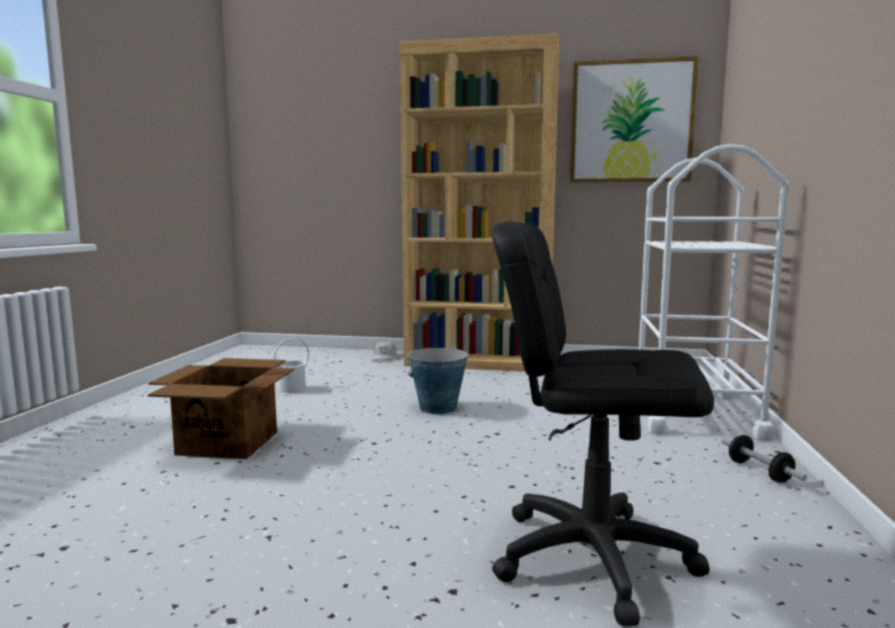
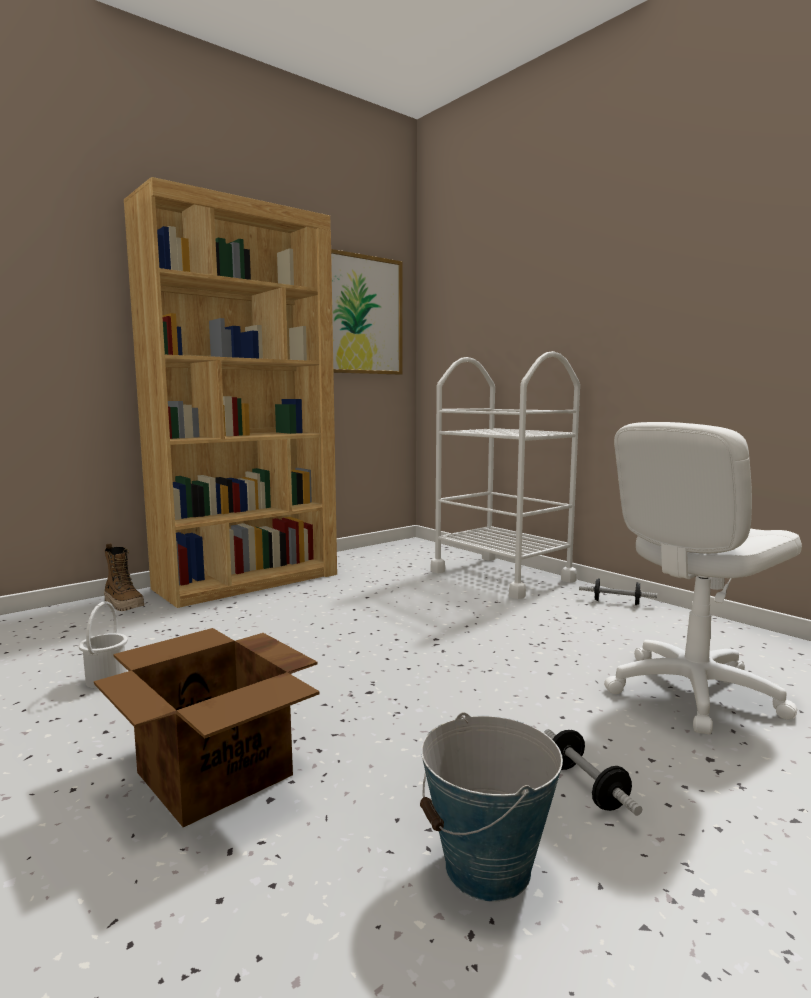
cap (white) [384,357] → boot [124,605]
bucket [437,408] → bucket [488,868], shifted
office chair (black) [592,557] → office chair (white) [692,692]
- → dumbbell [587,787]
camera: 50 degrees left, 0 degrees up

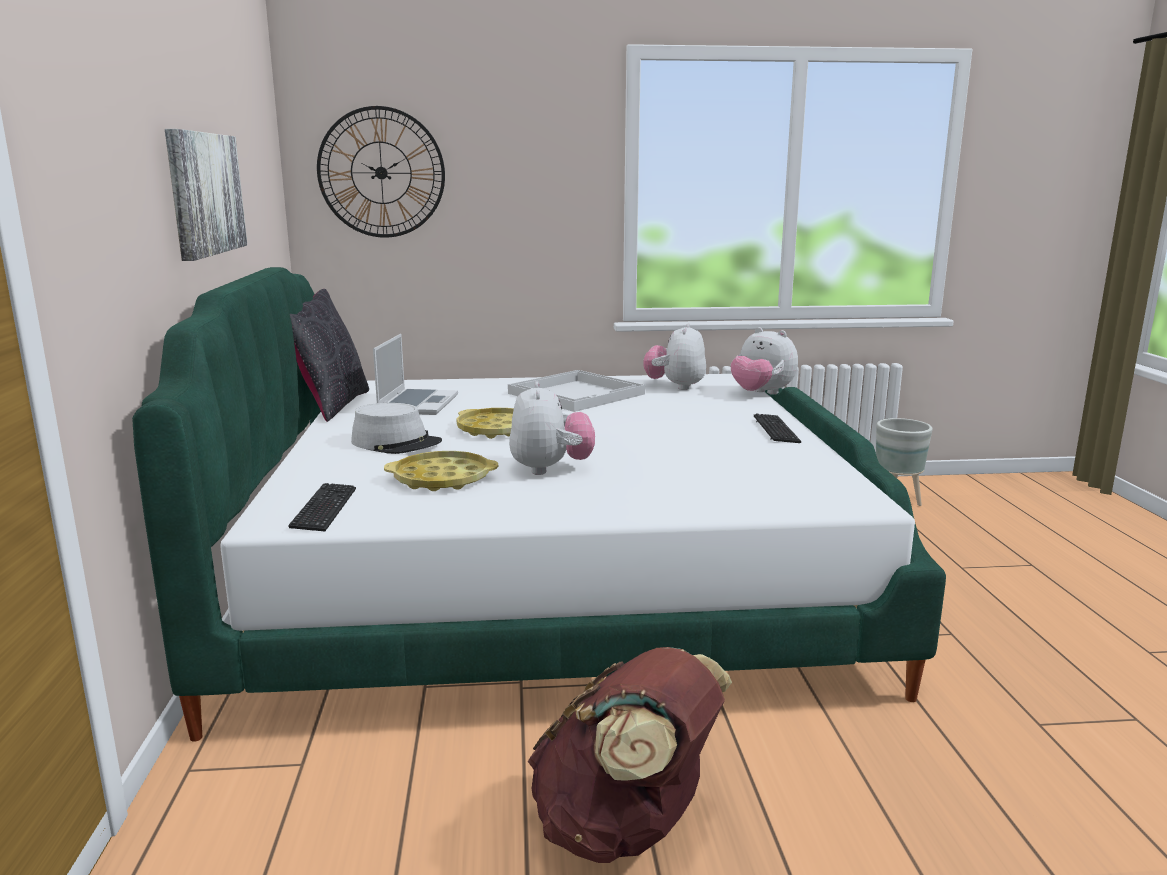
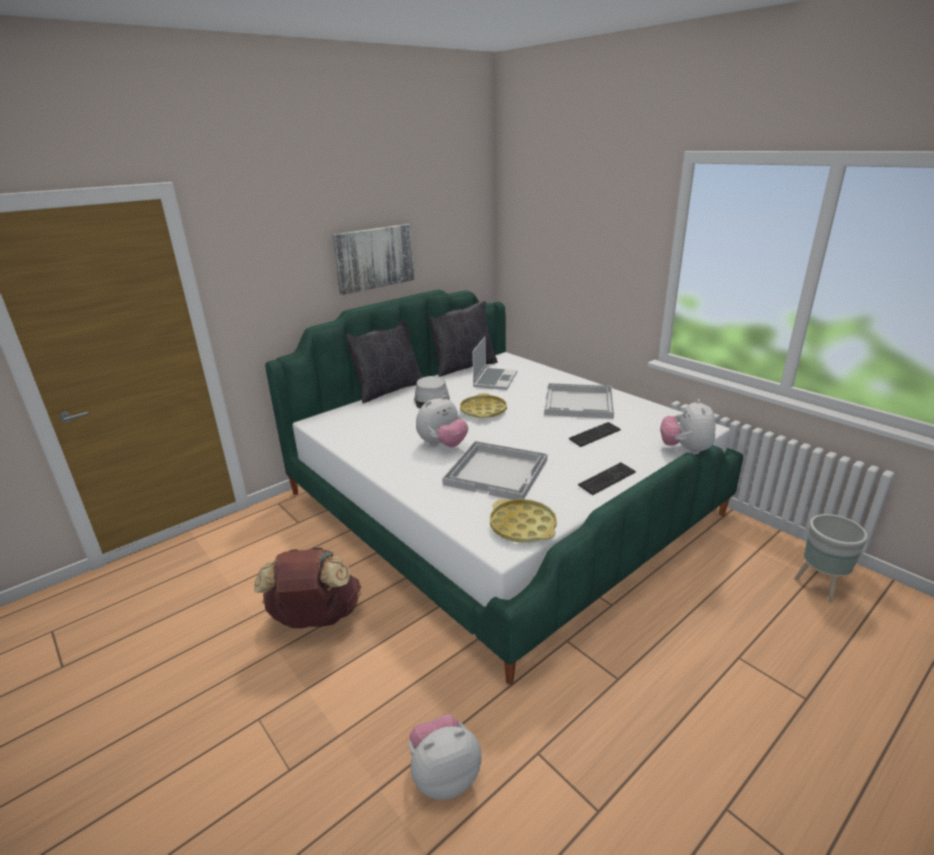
keyboard [324,509] → keyboard [594,435], shifted
wall clock [381,173] → -
laptop [417,404] → laptop [494,379], 45 degrees counterclockwise
tray (yellow) [442,479] → tray (yellow) [522,526], shifted
plush toy [675,386] → plush toy [444,775], shifted
- → pillow (black) [388,389]
- → tray (white) [497,472]
camera: 55 degrees right, 10 degrees up

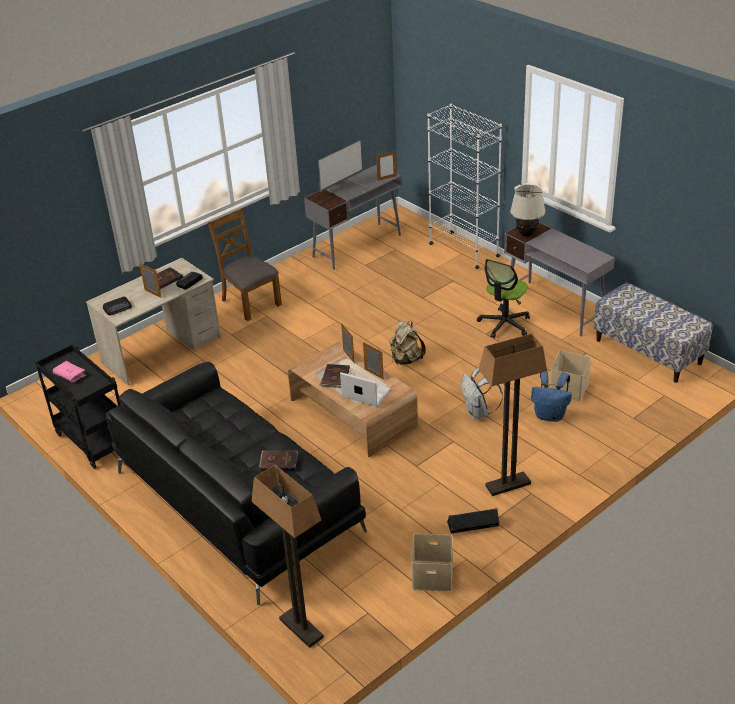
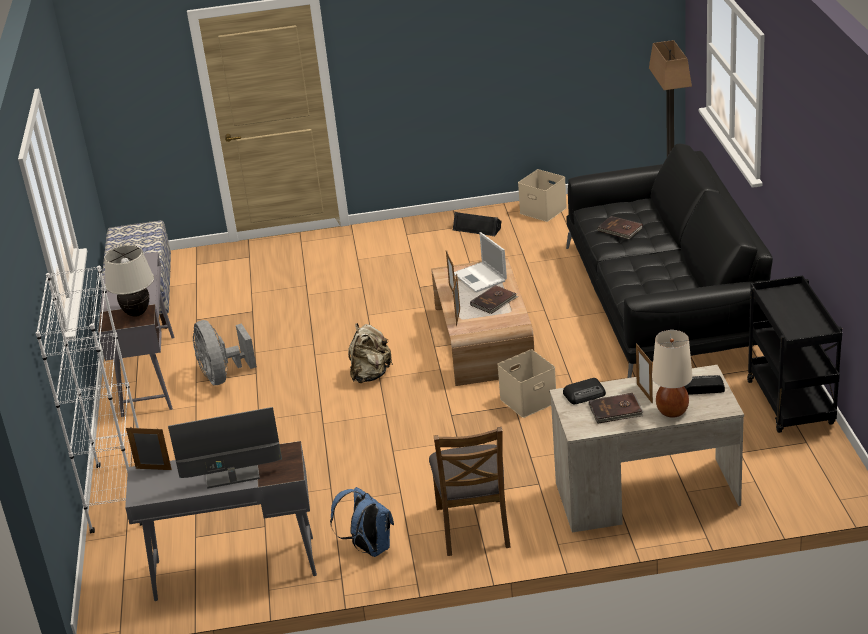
book (pink) [70,375] → -
backpack (white) [478,413] → -
office chair [504,324] → fan (grey) [223,376]
floor lamp [508,485] → -
backpack (blue) [550,415] → backpack (blue) [369,548], shifted
storage box (beige) [568,388] → storage box (beige) [528,401], shifted
- → table lamp (beige) [672,411]
camera: 145 degrees left, 5 degrees down

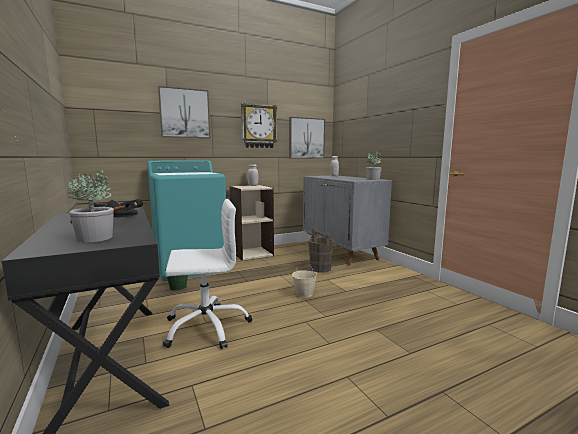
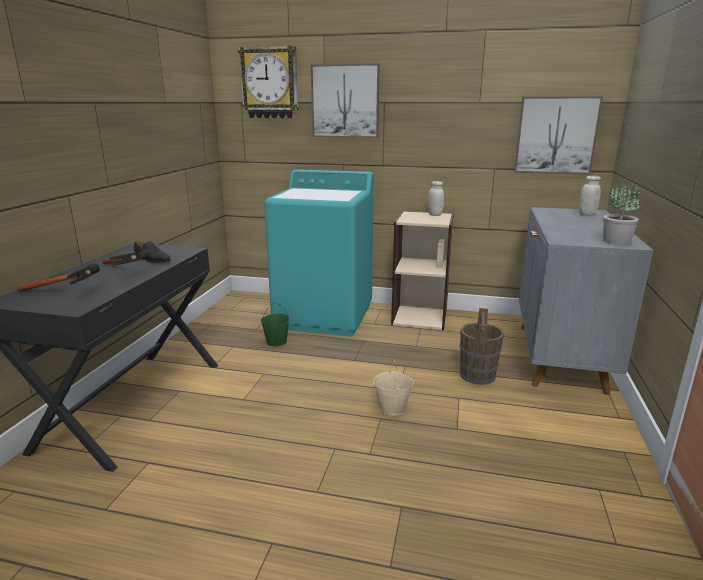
potted plant [95,238] → hammer [67,293]
office chair (white) [206,326] → -
wall clock [258,126] → wall clock [270,83], shifted
camera: 40 degrees right, 10 degrees up

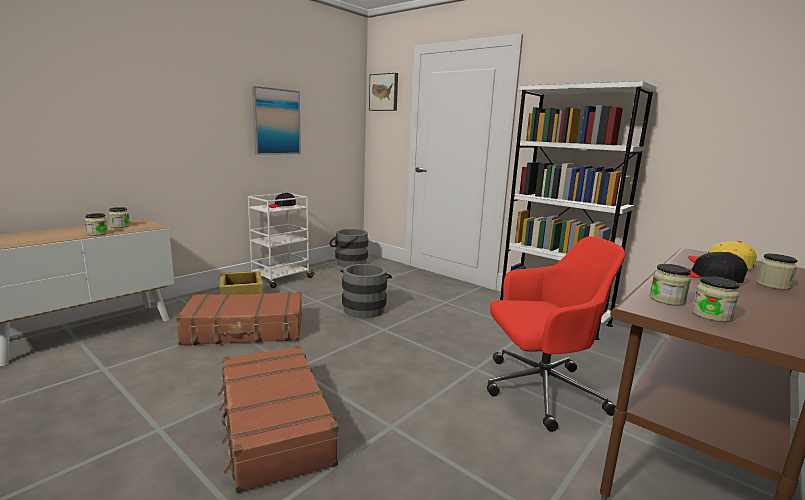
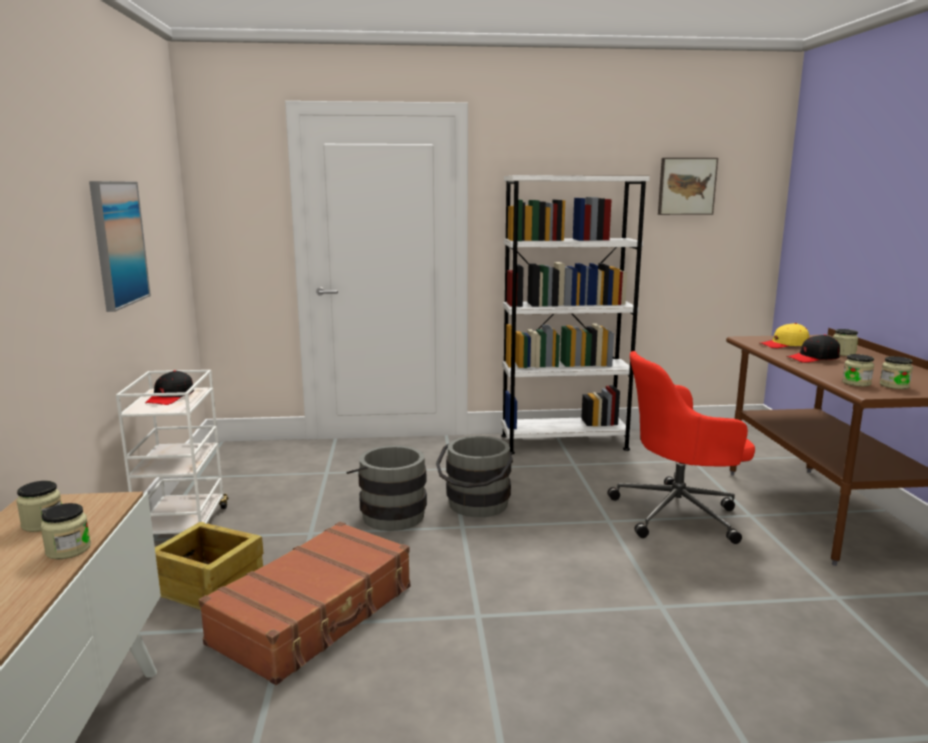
suitcase (brown) [273,425] → -
bucket (grey) [348,262] → bucket (grey) [476,506], shifted
picture [384,92] → picture [686,186], shifted
office chair (red) [539,390] → office chair (red) [678,513], 135 degrees counterclockwise
camera: 45 degrees left, 0 degrees up

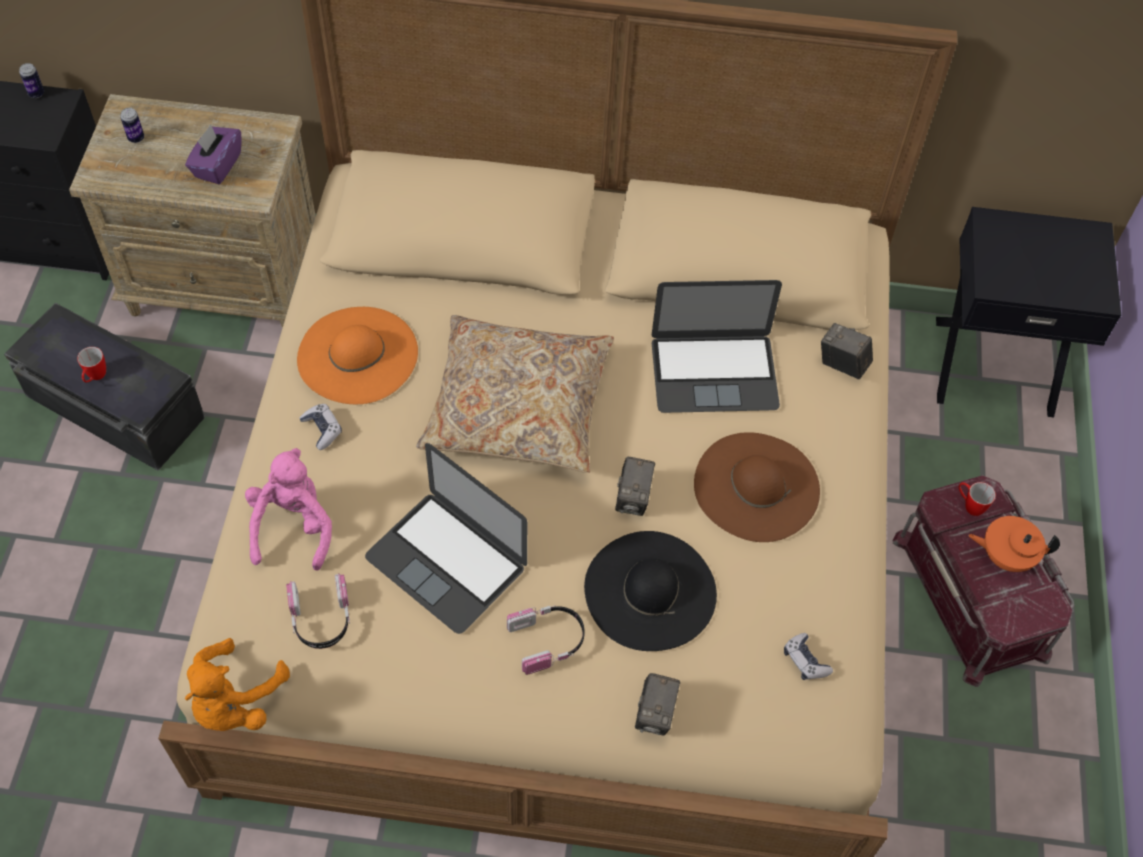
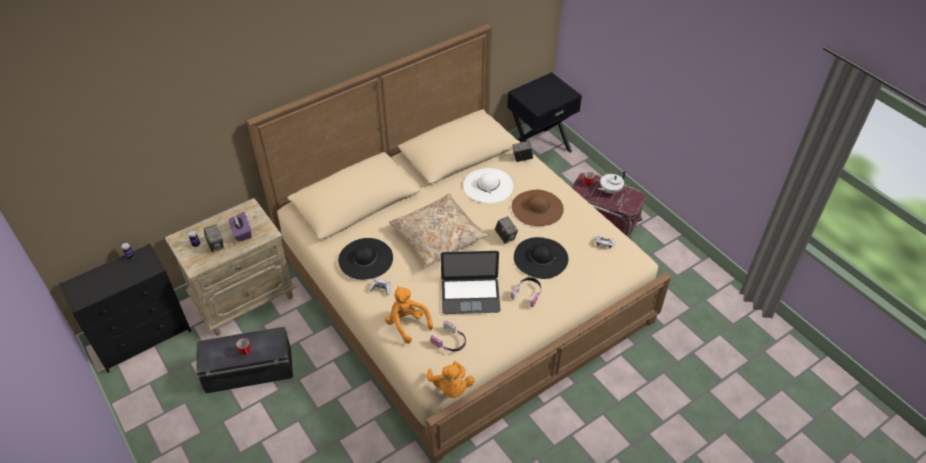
plush toy (pink) [293,526] → plush toy (orange) [407,323]
hat (orange) [357,355] → hat (black) [365,259]
photo camera [655,714] → photo camera [216,245], shifted
laptop [714,373] → hat (white) [488,185]
teapot (orange) [1005,555] → teapot (white) [610,190]
camera: 40 degrees left, 10 degrees down

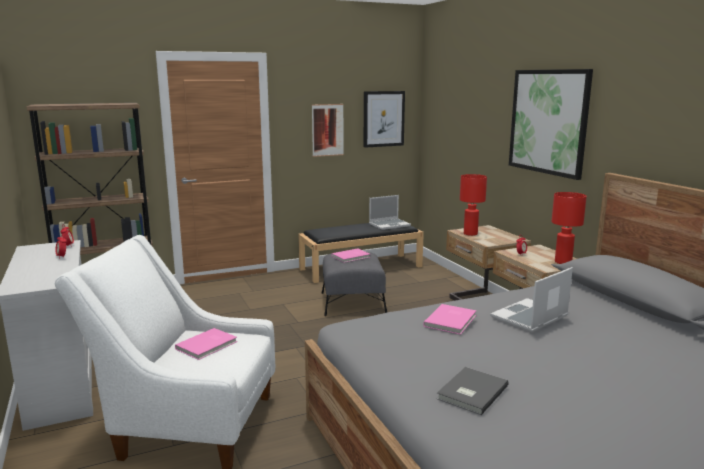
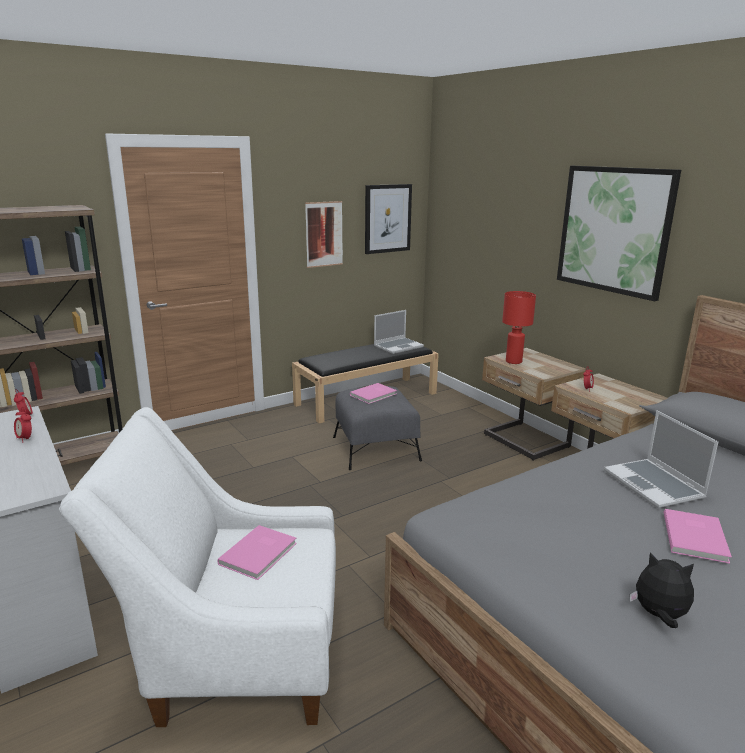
book (pink) [452,320] → book (pink) [696,537], shifted
book (grey) [470,392] → plush toy [659,616]
laptop [529,317] → laptop [655,485], 60 degrees counterclockwise
table lamp (red) [563,262] → -
camera: 10 degrees left, 5 degrees up

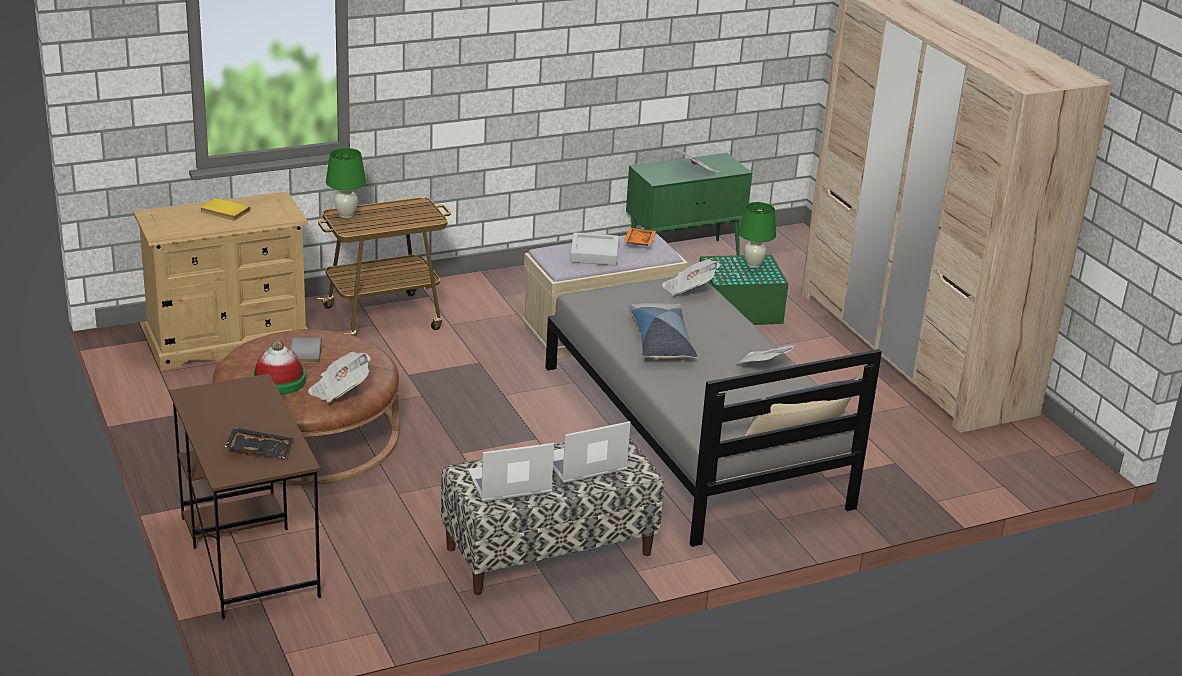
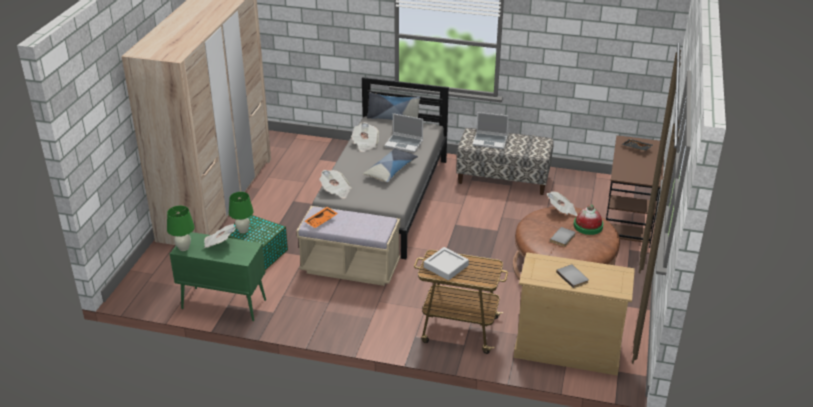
book (yellow) [224,212] → book (grey) [573,277]
table lamp (green) [346,215] → table lamp (green) [183,248], shifted
laptop [509,484] → laptop [404,144], shifted
tray (grey) [594,254] → tray (grey) [446,266], shifted
camera: 140 degrees left, 5 degrees up

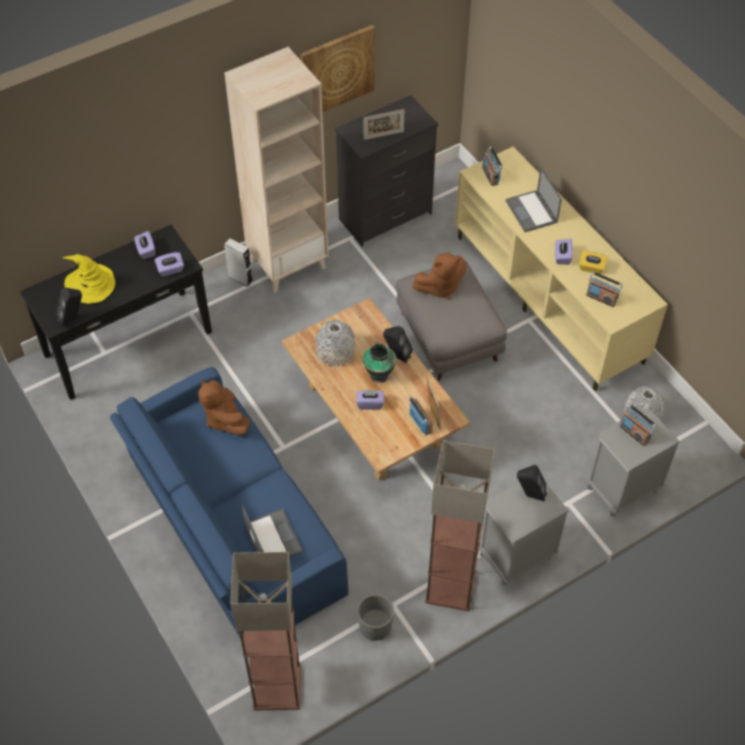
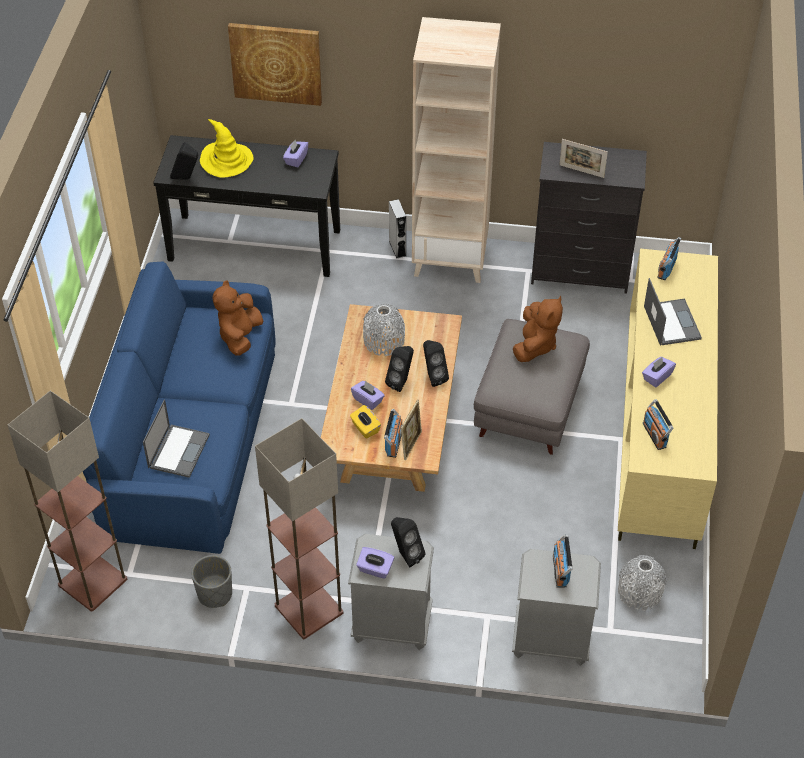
tissue box (purple) [170,270] → tissue box (purple) [375,569], shifted
picture [337,71] → picture [276,63], shifted
vase [379,374] → speaker (black) [401,382]
plush toy (brown) [440,287] → plush toy (brown) [535,345], 90 degrees counterclockwise
laptop [532,212] → laptop [671,322], 150 degrees clockwise
tissue box (yellow) [591,268] → tissue box (yellow) [365,428], shifted
camera: 40 degrees right, 5 degrees down

